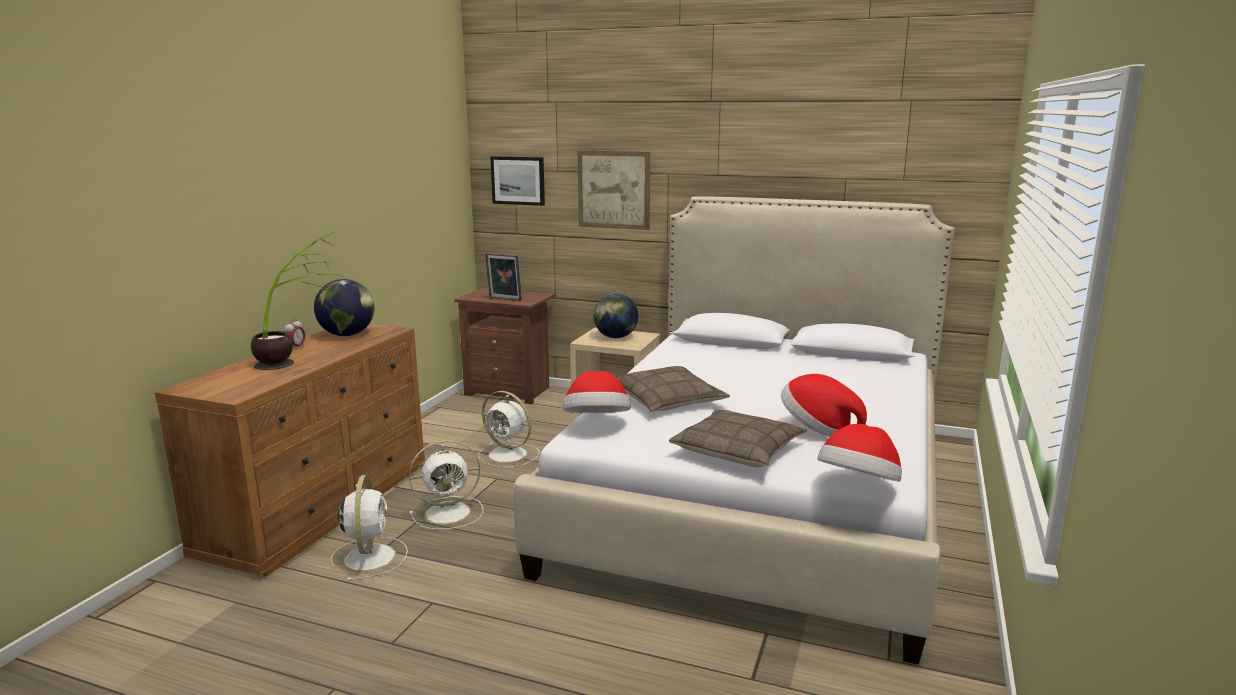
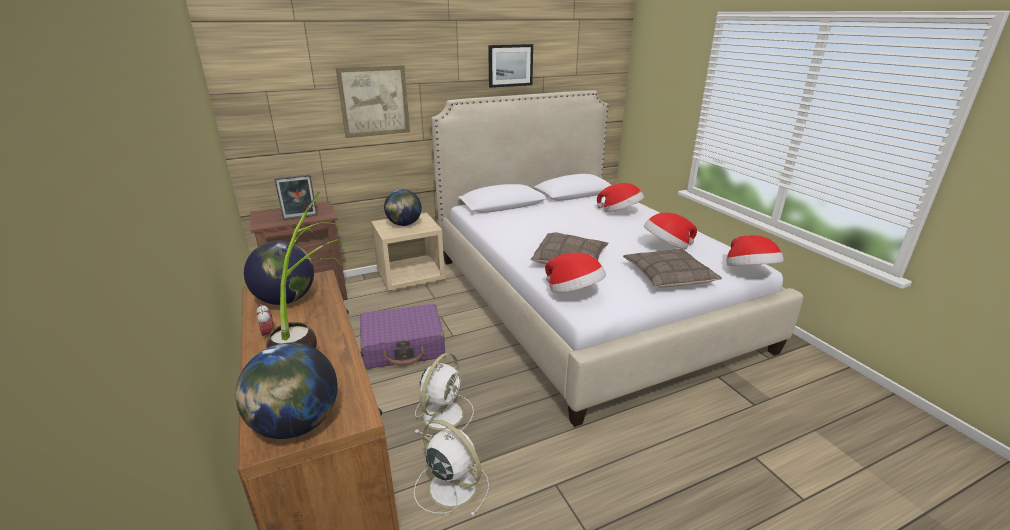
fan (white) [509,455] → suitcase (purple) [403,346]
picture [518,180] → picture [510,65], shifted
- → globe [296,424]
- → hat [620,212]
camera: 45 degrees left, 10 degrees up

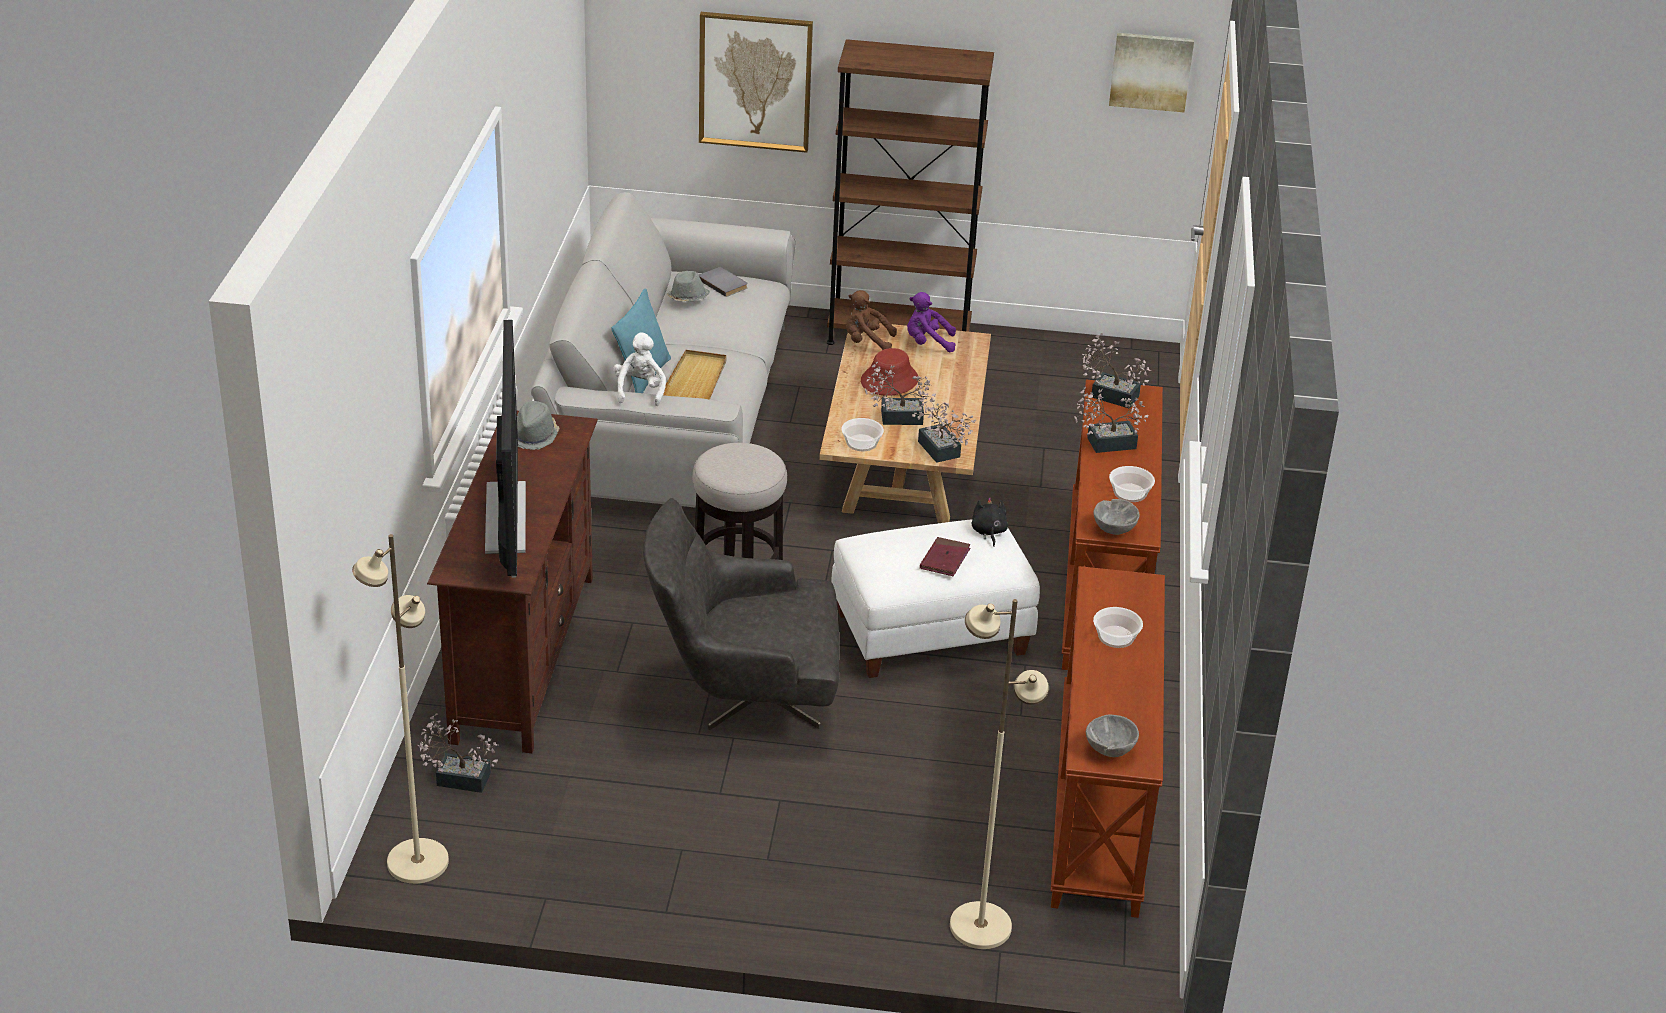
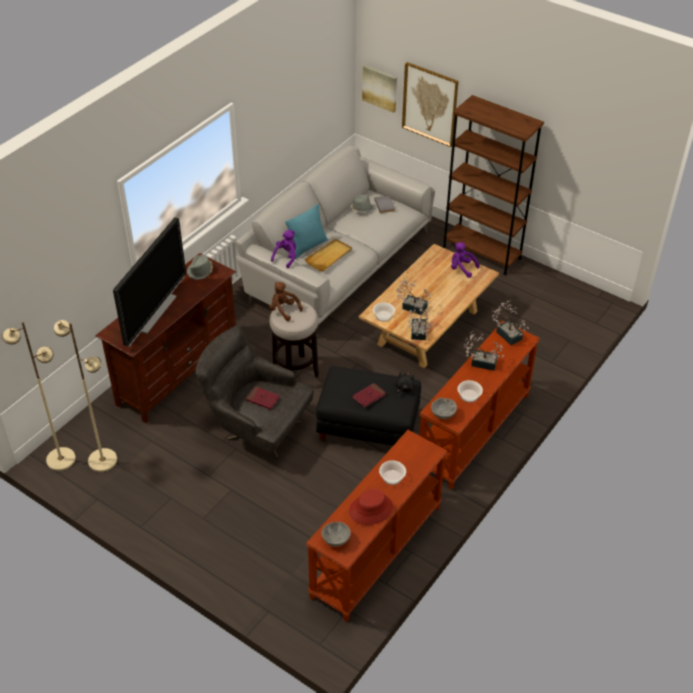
potted plant [457,777] → -
plush toy (white) [640,391] → plush toy (purple) [286,257]
ottoman (white) [930,634] → ottoman (black) [367,427]
plush toy (brown) [866,342] → plush toy (brown) [283,310], shifted
hat (red) [889,380] → hat (red) [370,509], shifted
floor lamp (beige) [979,925] → floor lamp (beige) [103,460], shifted
picture [1151,71] → picture [380,88], shifted
- → book (red) [263,399]
camera: 30 degrees right, 10 degrees up

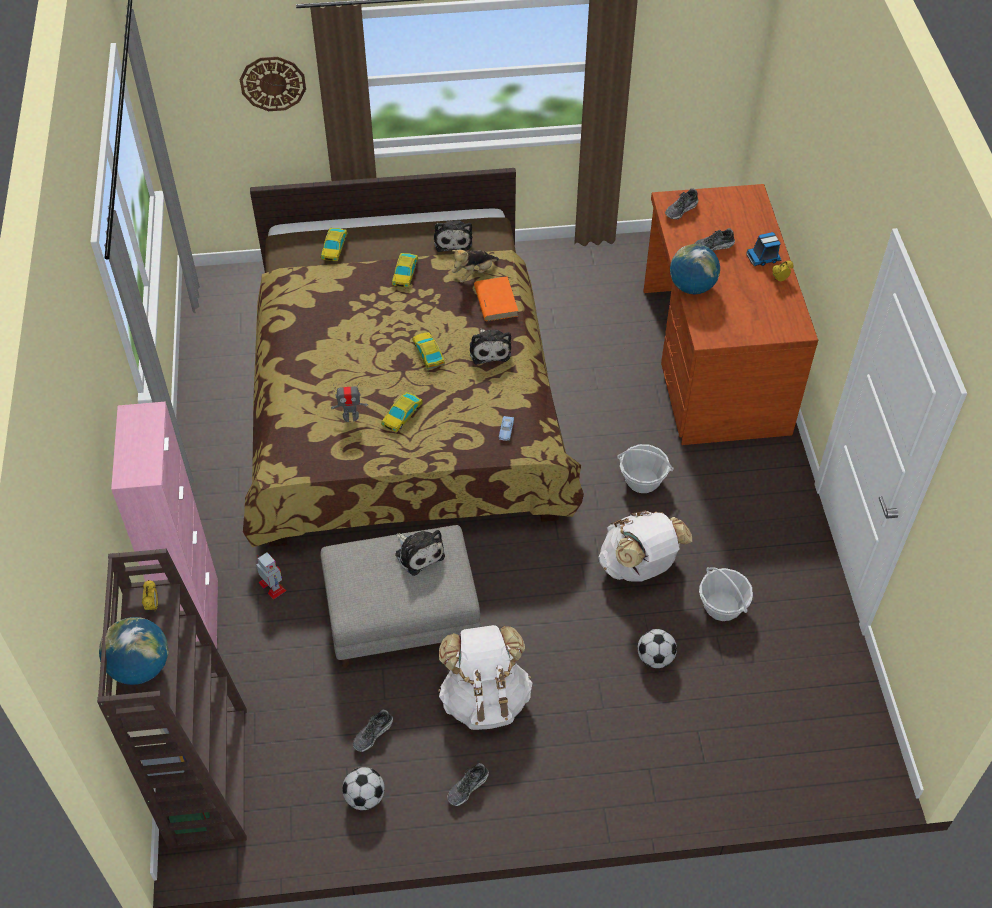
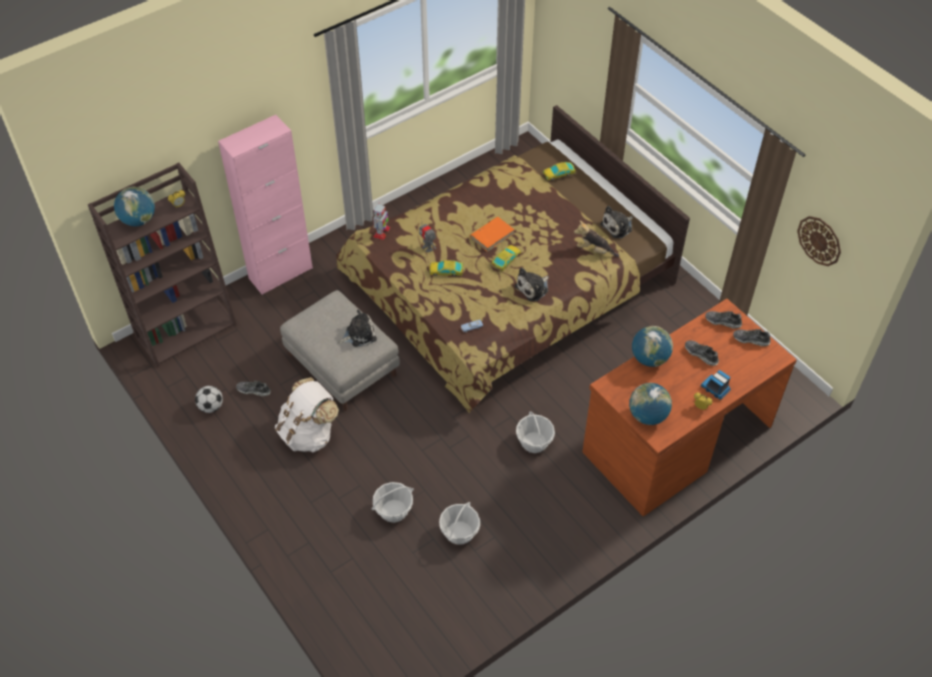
wall clock [273,83] → wall clock [819,240], shifted
toy robot [272,586] → toy robot [381,232], shifted
toy car [405,273] → -
plush toy [418,553] → plush toy [359,334], 135 degrees counterclockwise
shoe [468,787] → shoe [751,340], shifted
book (orange) [495,301] → book (orange) [492,235], shifted
backpack (white) [639,566] → -
football [655,658] → basket [393,511]
- → globe [647,416]
camera: 60 degrees right, 0 degrees up

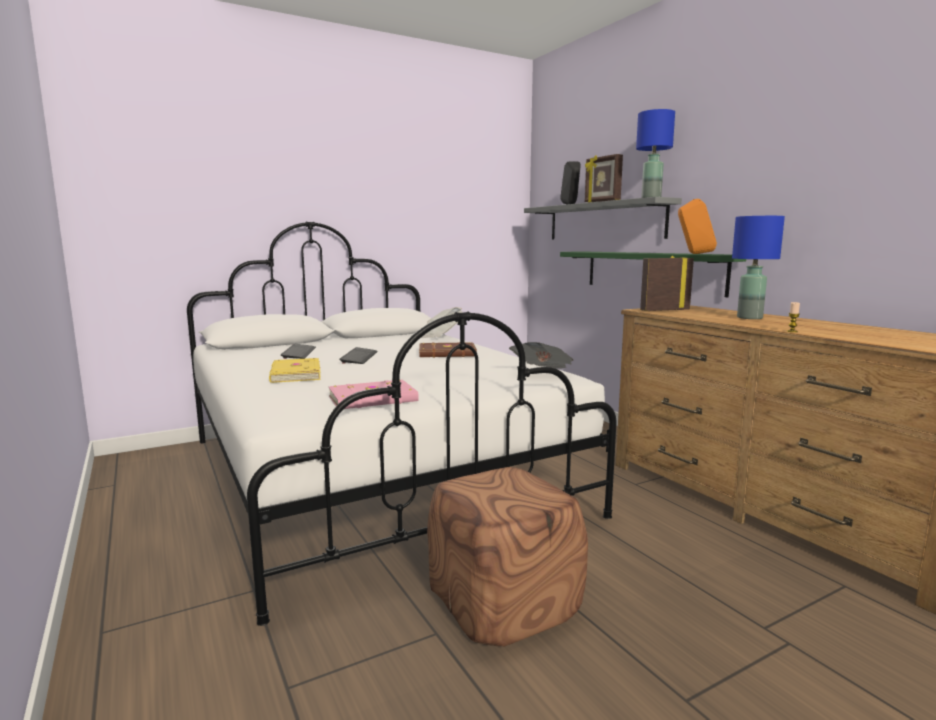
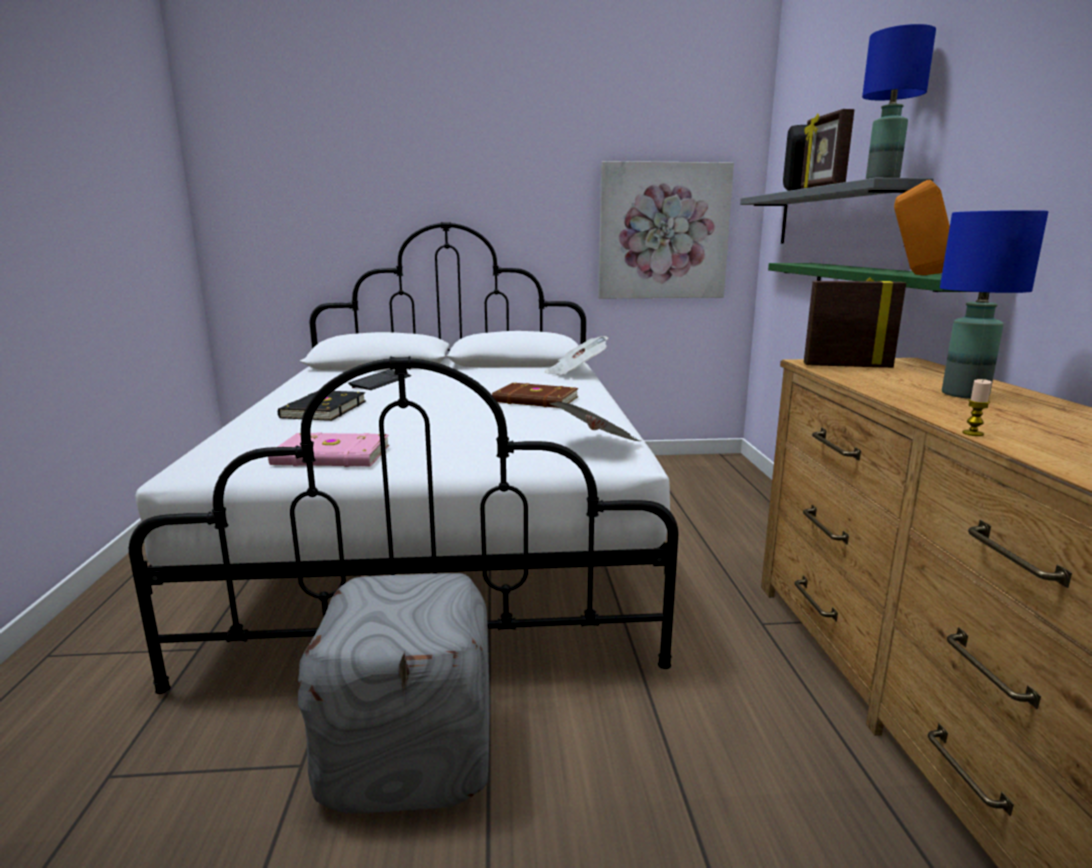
book (yellow) [294,374] → book (black) [322,410]
keyboard [359,357] → -
ottoman (brown) [503,603] → ottoman (grey) [412,750]
- → picture [663,231]
camera: 25 degrees right, 5 degrees up

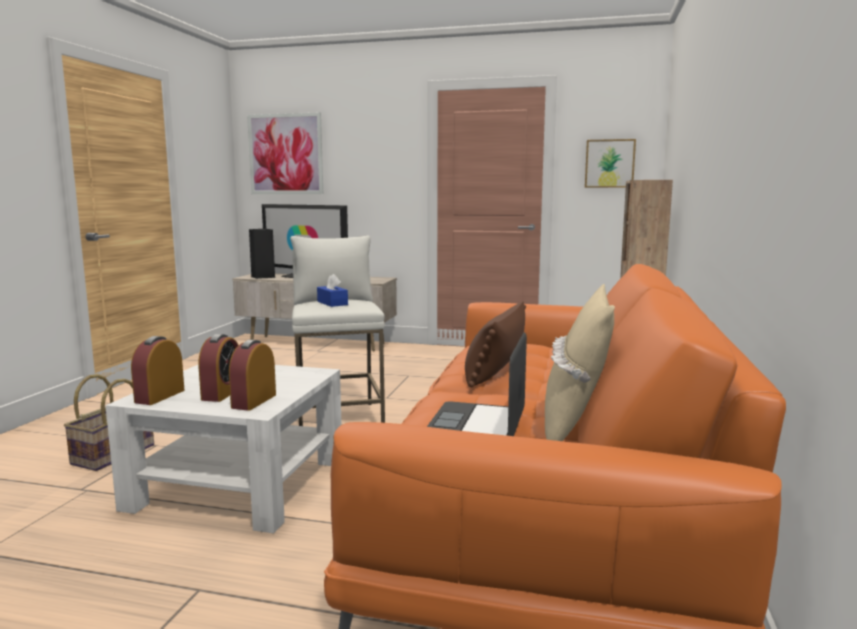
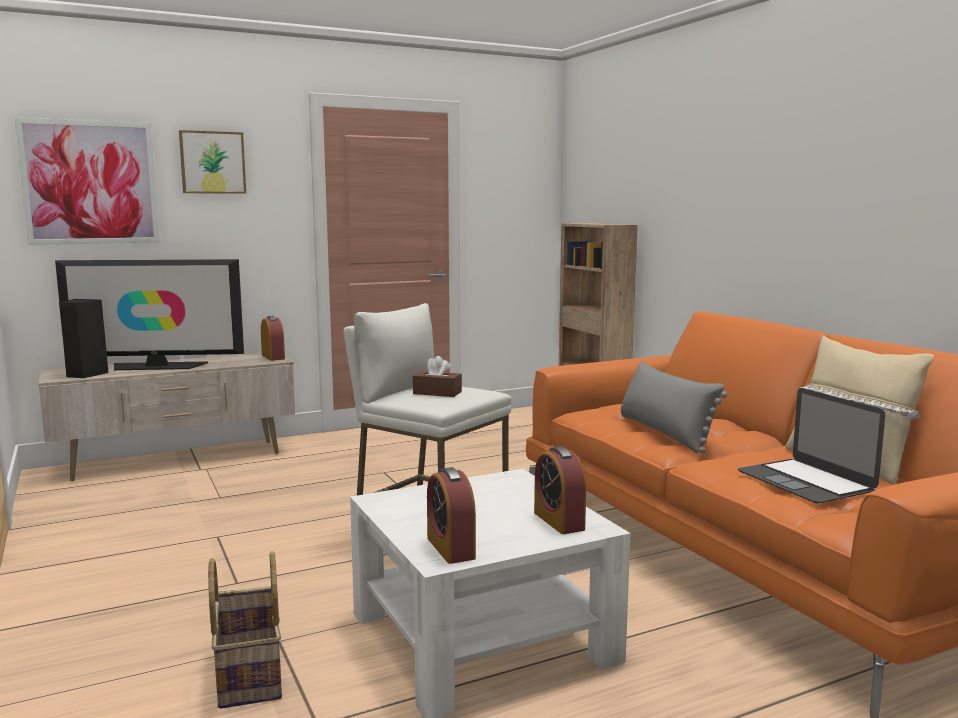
alarm clock [222,393] → alarm clock [273,357], shifted
tissue box (blue) [332,303] → tissue box (brown) [437,393]
pillow (brown) [495,369] → pillow (grey) [664,433]
picture [609,163] → picture [212,162], shifted
camera: 40 degrees left, 0 degrees up

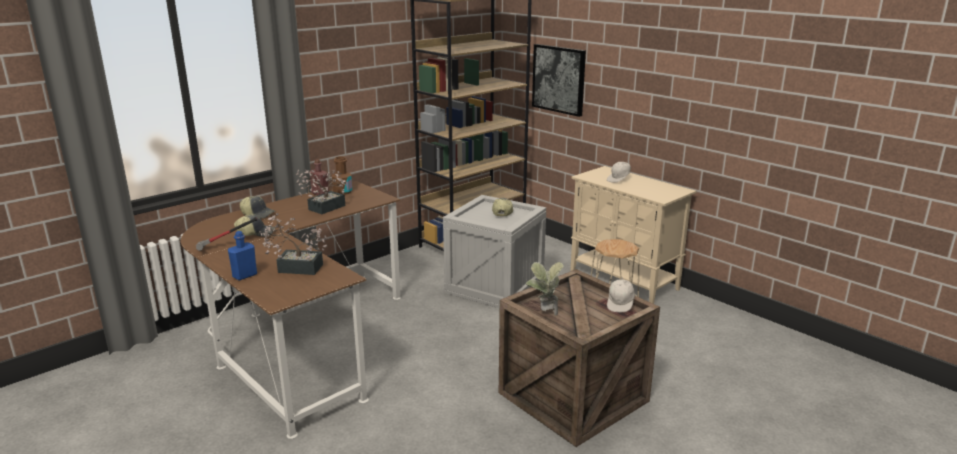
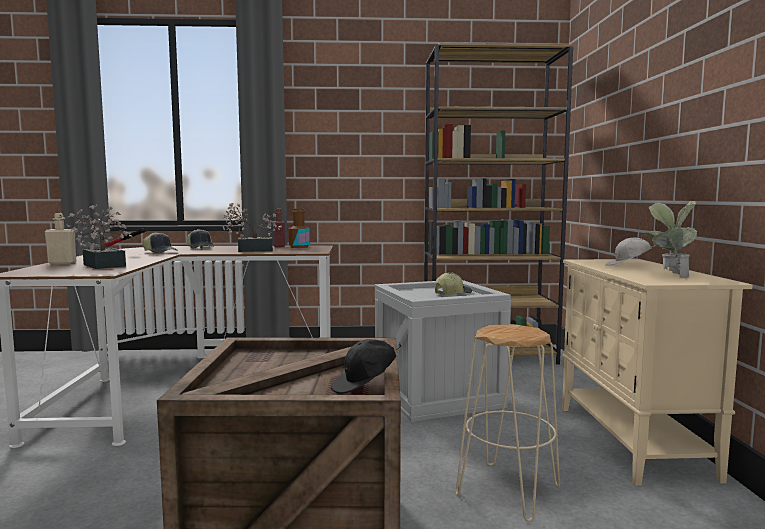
bottle (blue) [245,275] → bottle (beige) [62,263]
potted plant [544,313] → potted plant [668,275], shifted
picture [559,79] → -
cap (white) [620,304] → cap (black) [366,386]
camera: 40 degrees right, 15 degrees down

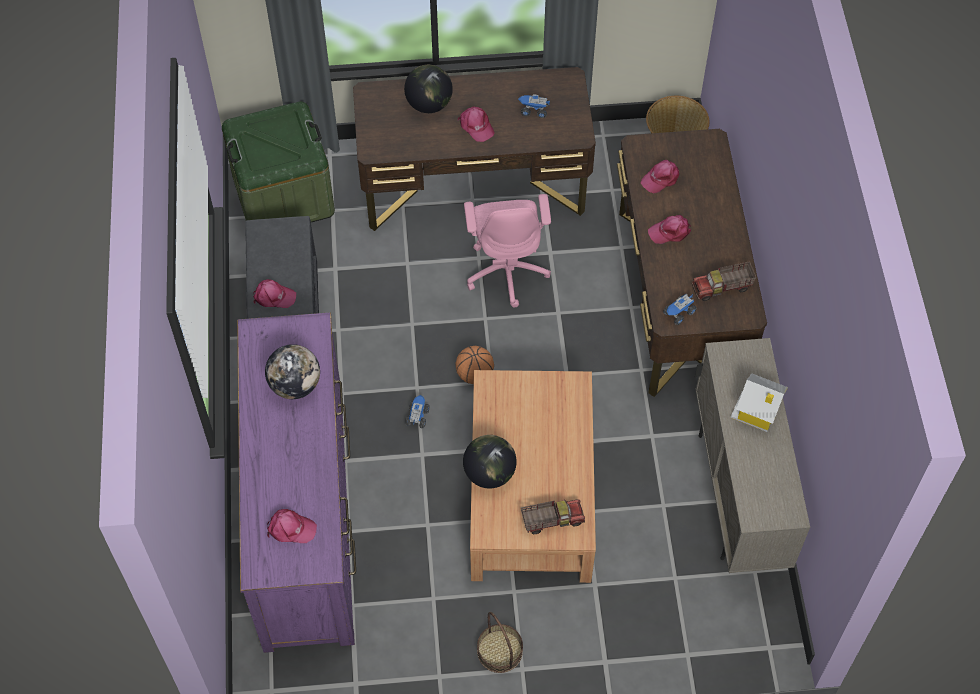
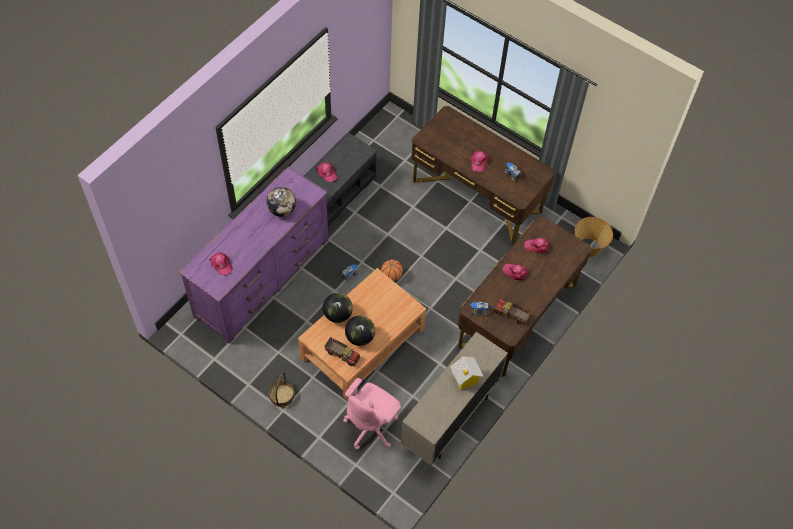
storage box (green) [283,195] → -
globe [429,104] → globe [360,337], shifted
office chair (pink) [507,270] → office chair (pink) [372,426], shifted
camera: 40 degrees right, 0 degrees up

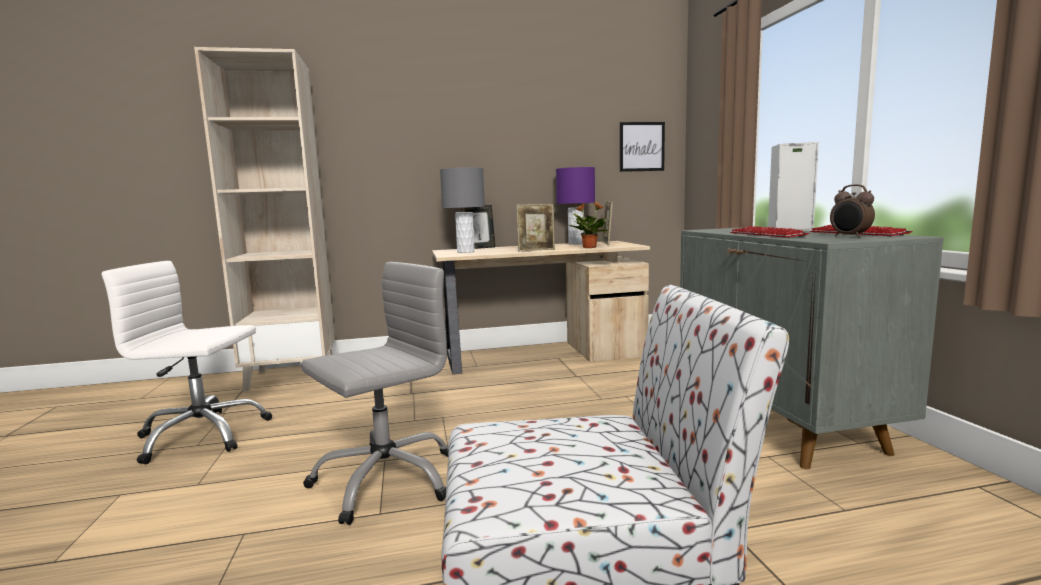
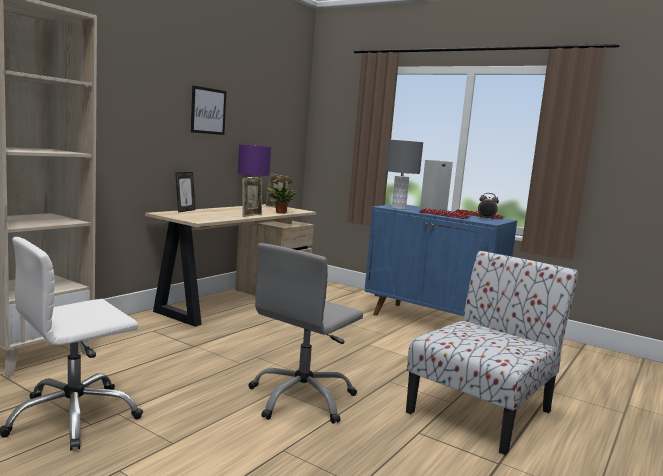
office chair (grey) [385,479] → office chair (grey) [302,399], 150 degrees counterclockwise
table lamp (grey) [466,252] → table lamp (grey) [398,208], shifted
picture [641,146] → picture [208,111], shifted
cabinet (grey) [779,421] → cabinet (blue) [432,321]
camera: 45 degrees left, 0 degrees up

